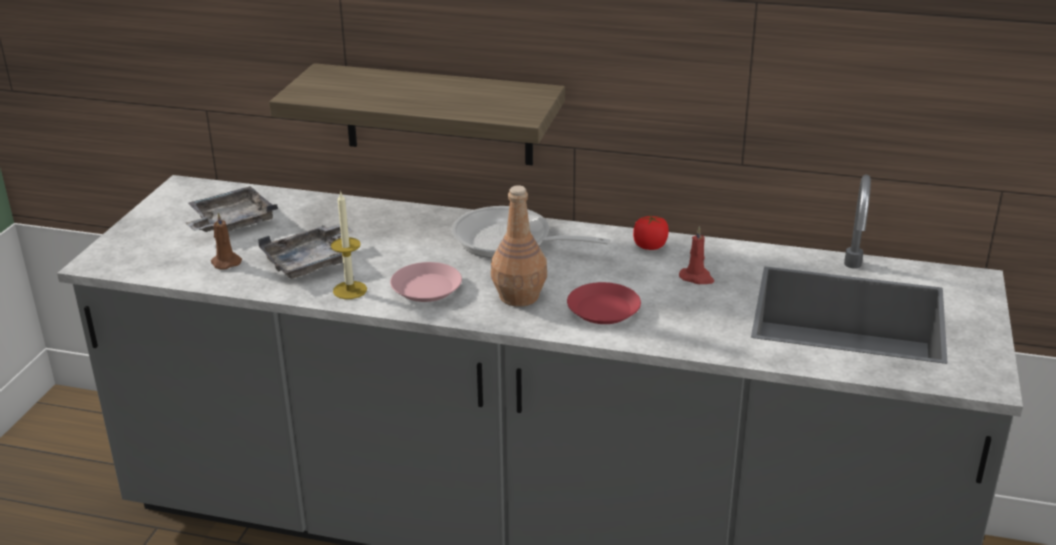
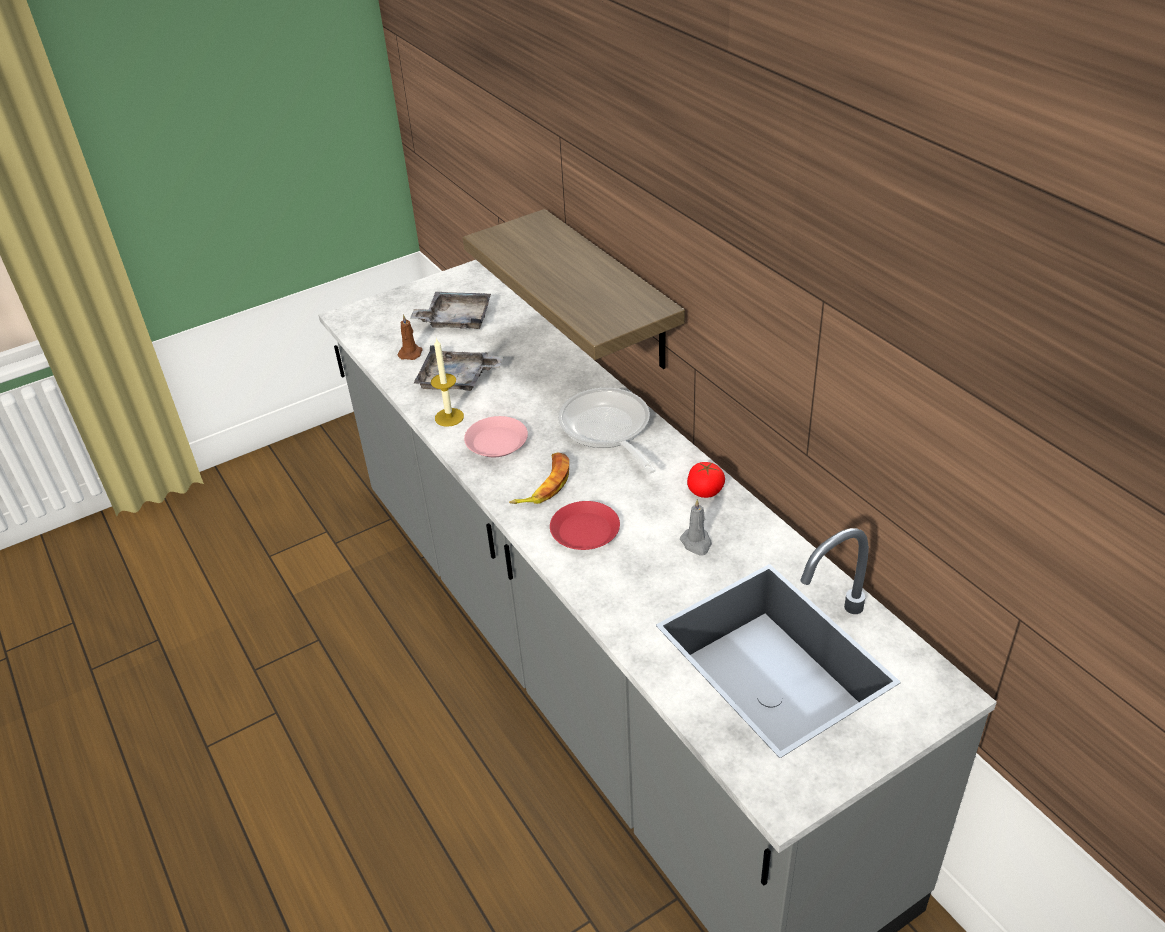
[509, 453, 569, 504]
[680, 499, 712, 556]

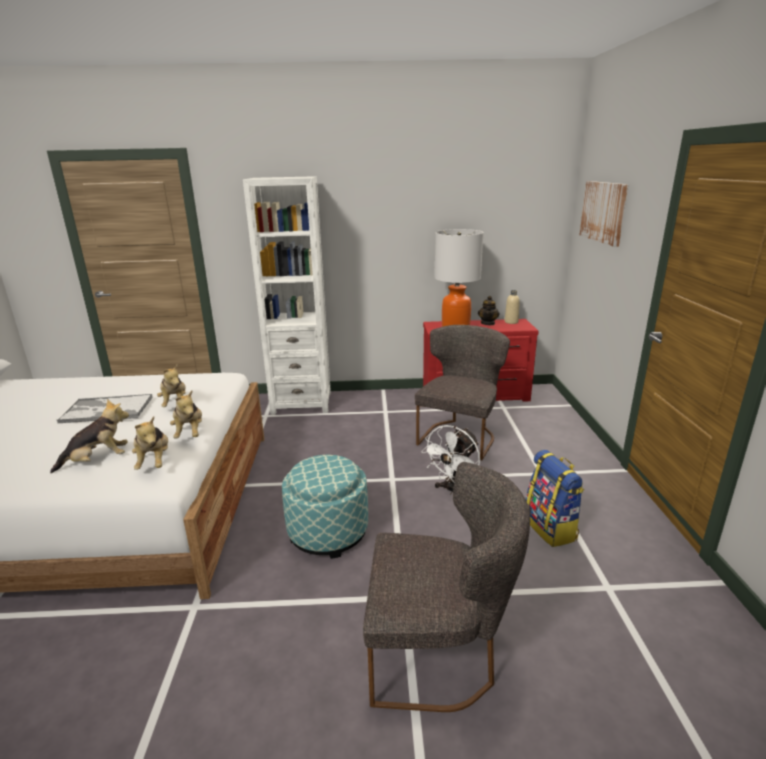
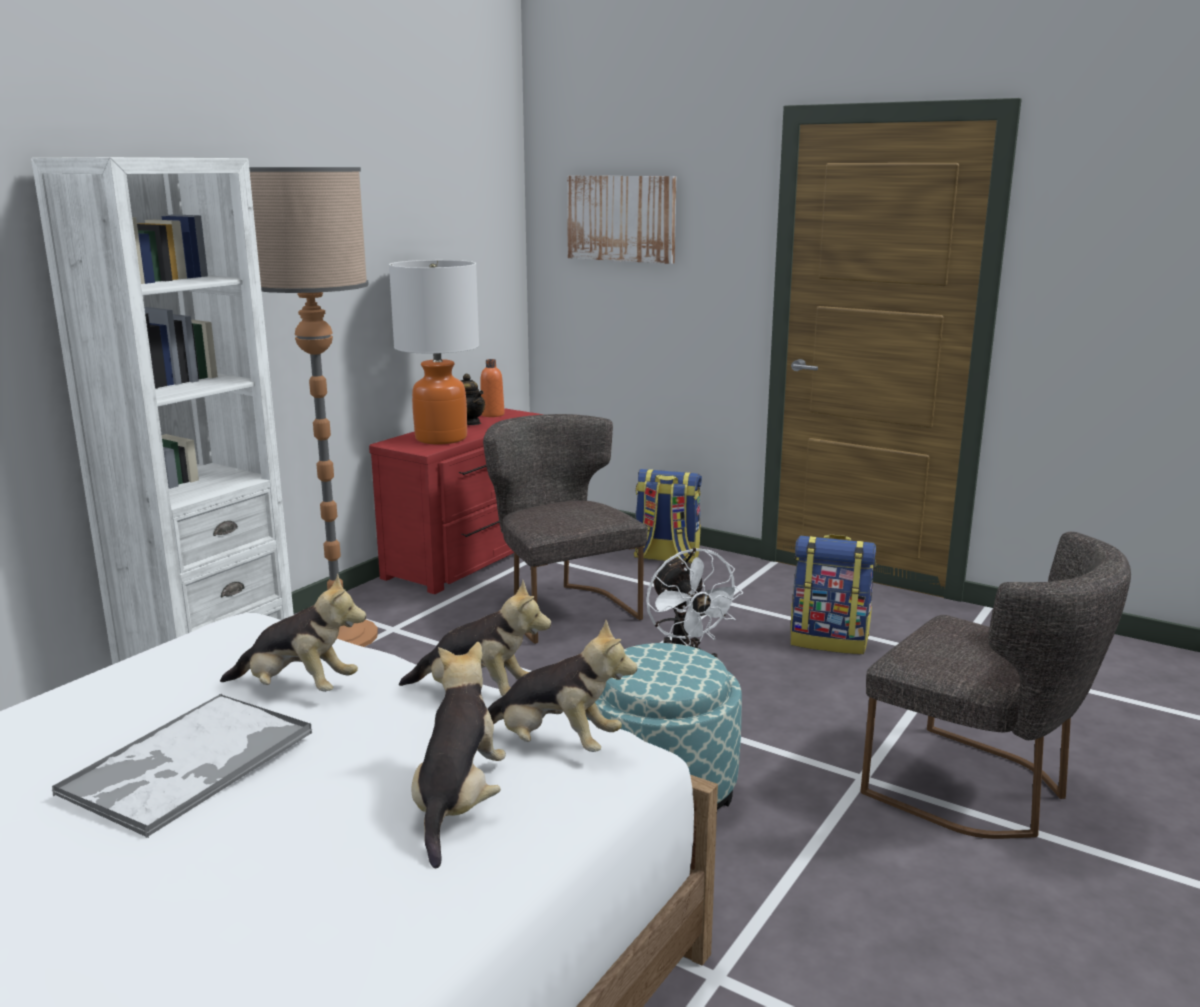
[249, 167, 378, 647]
[481, 359, 505, 417]
[634, 469, 702, 564]
[860, 532, 1131, 839]

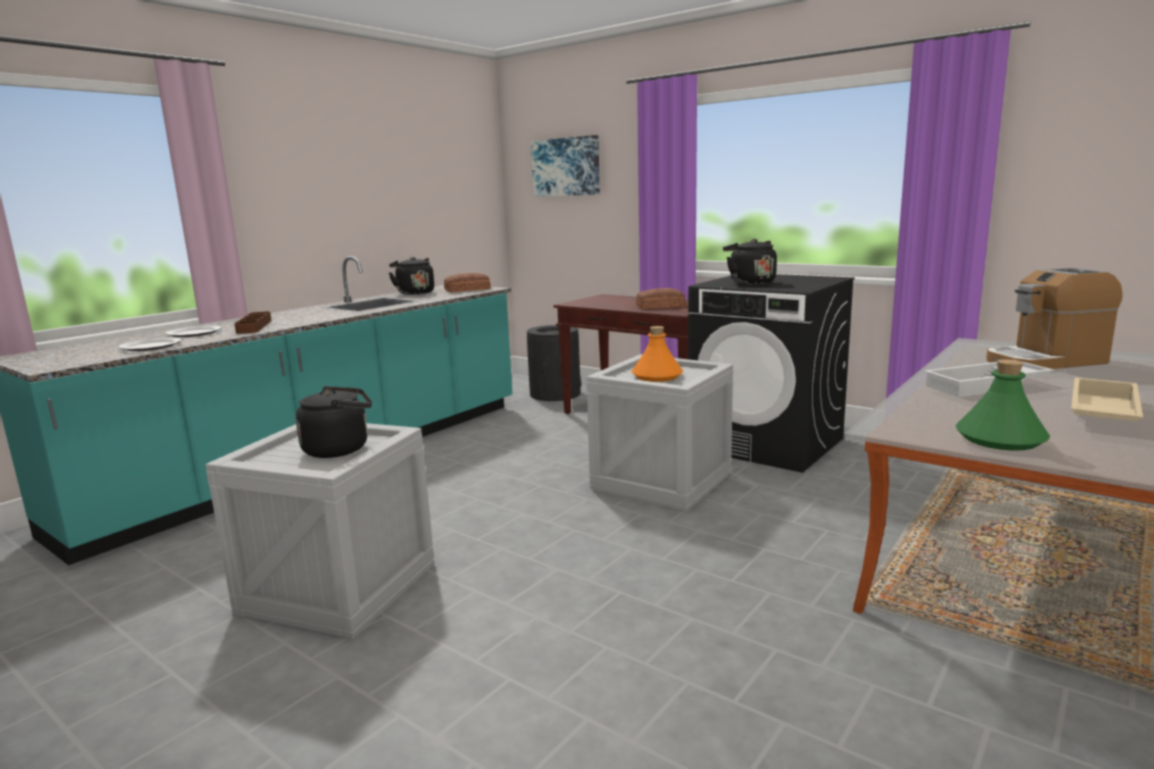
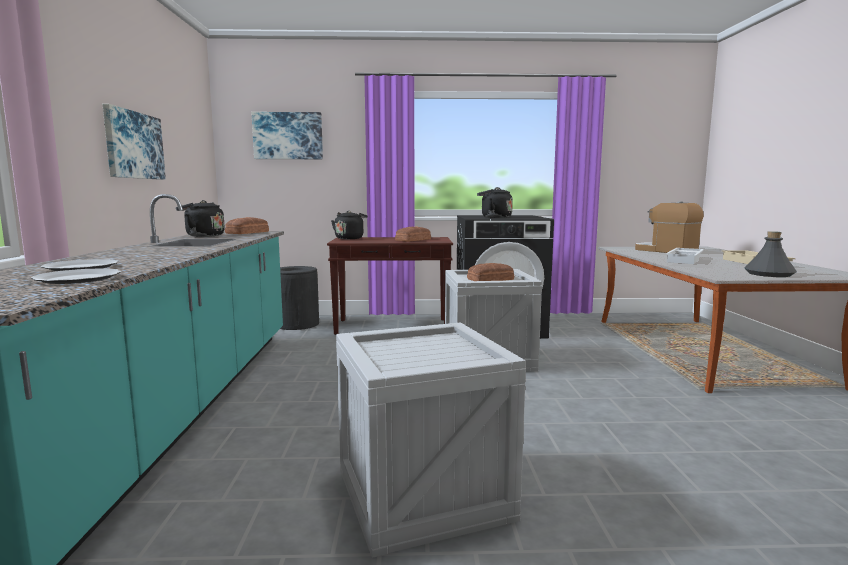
[103, 104, 166, 180]
[331, 211, 368, 239]
[467, 263, 514, 281]
[635, 202, 704, 253]
[745, 231, 797, 277]
[234, 311, 271, 334] (first image)

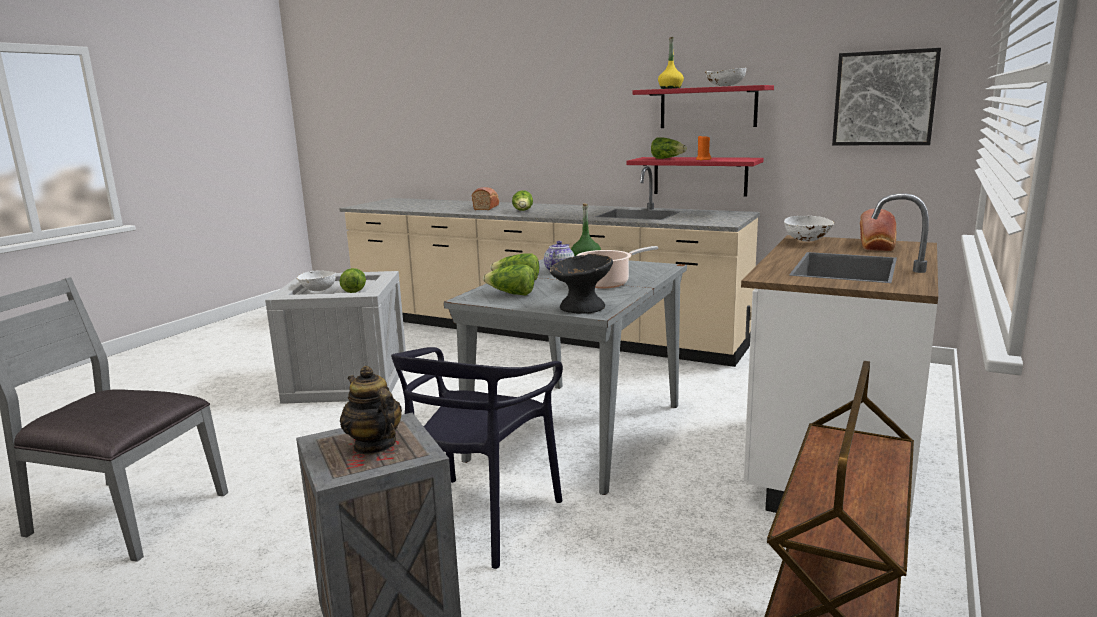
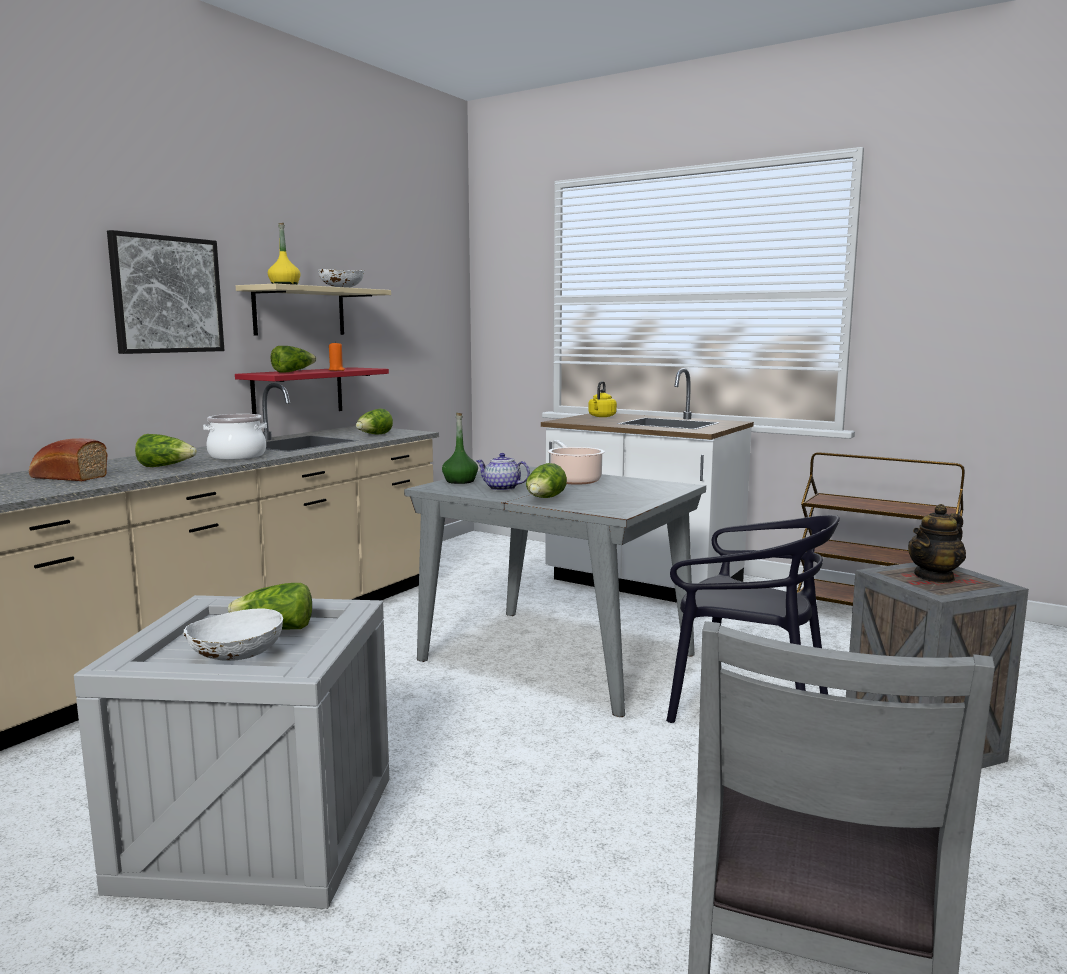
[107, 230, 224, 354]
[203, 414, 267, 460]
[236, 284, 391, 335]
[356, 409, 393, 435]
[588, 381, 617, 417]
[550, 254, 613, 314] (first image)
[784, 216, 834, 242] (first image)

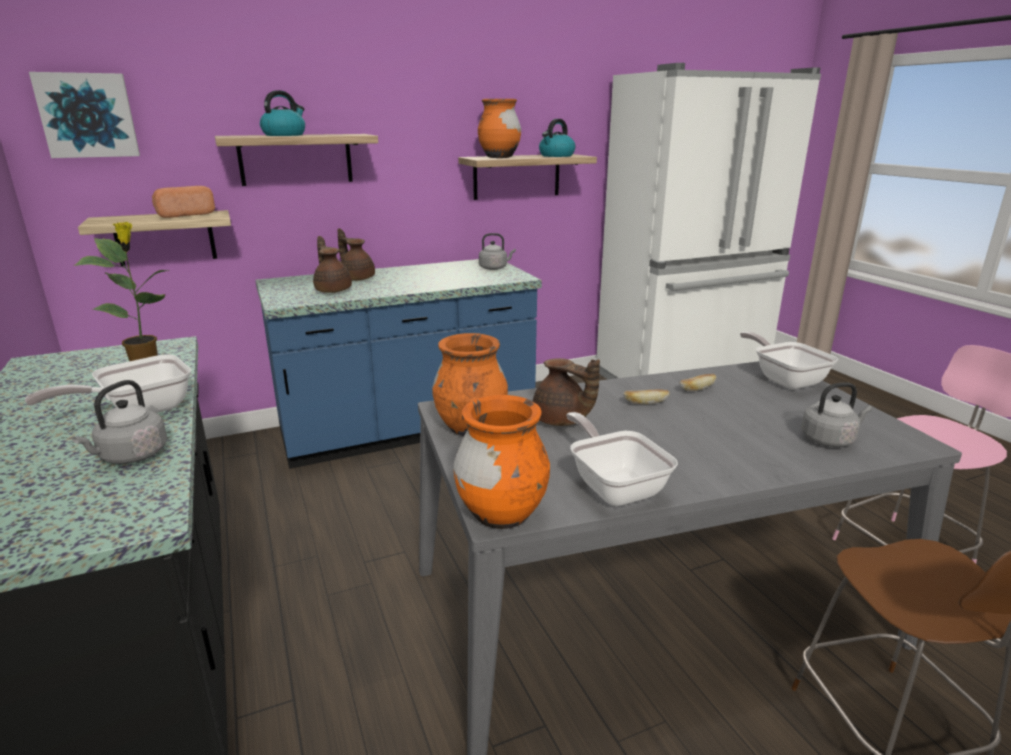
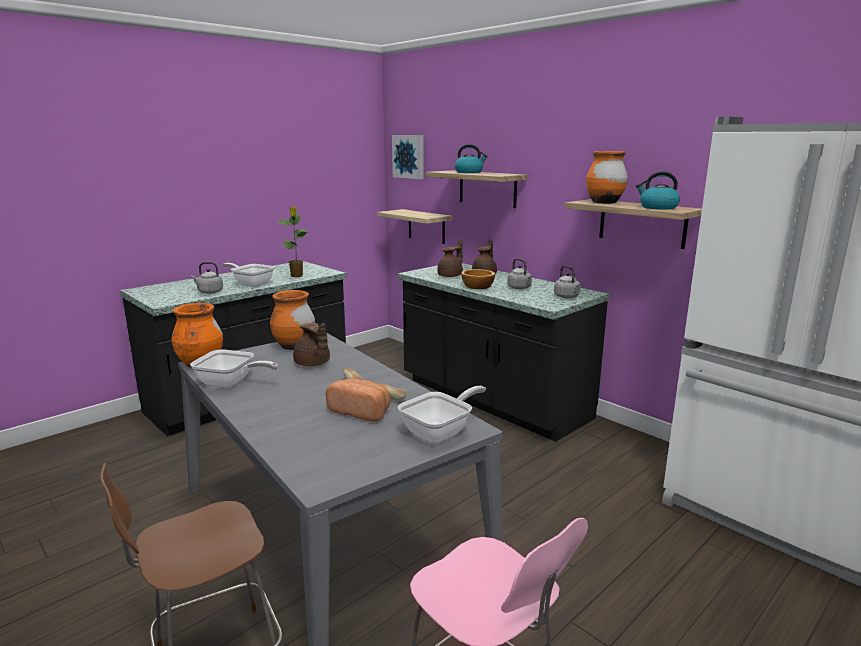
[190, 349, 279, 388]
[293, 323, 330, 366]
[326, 378, 390, 422]
[398, 263, 609, 442]
[461, 269, 495, 289]
[507, 258, 533, 289]

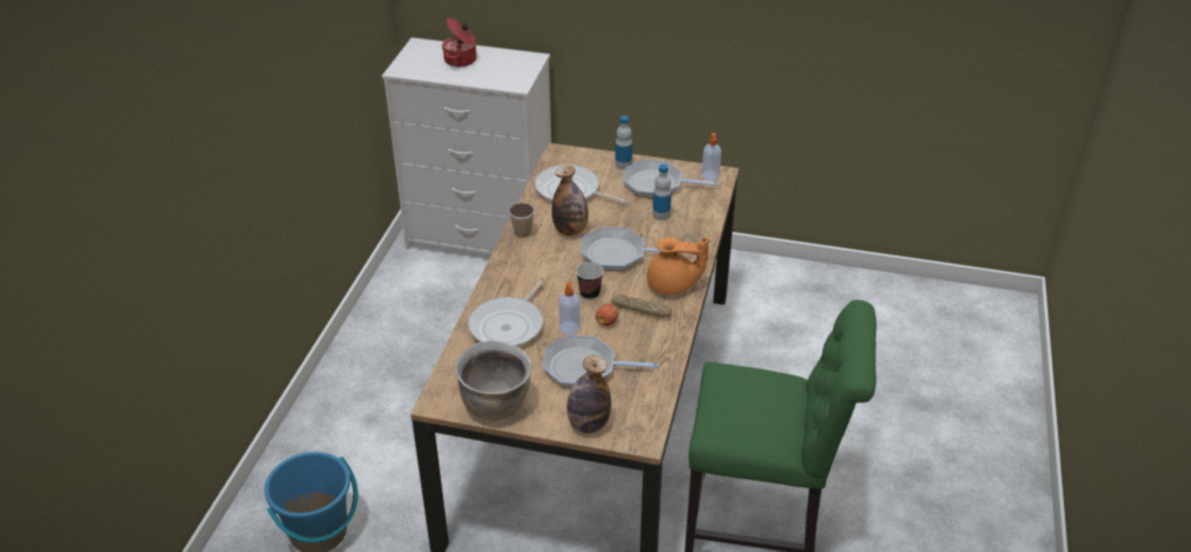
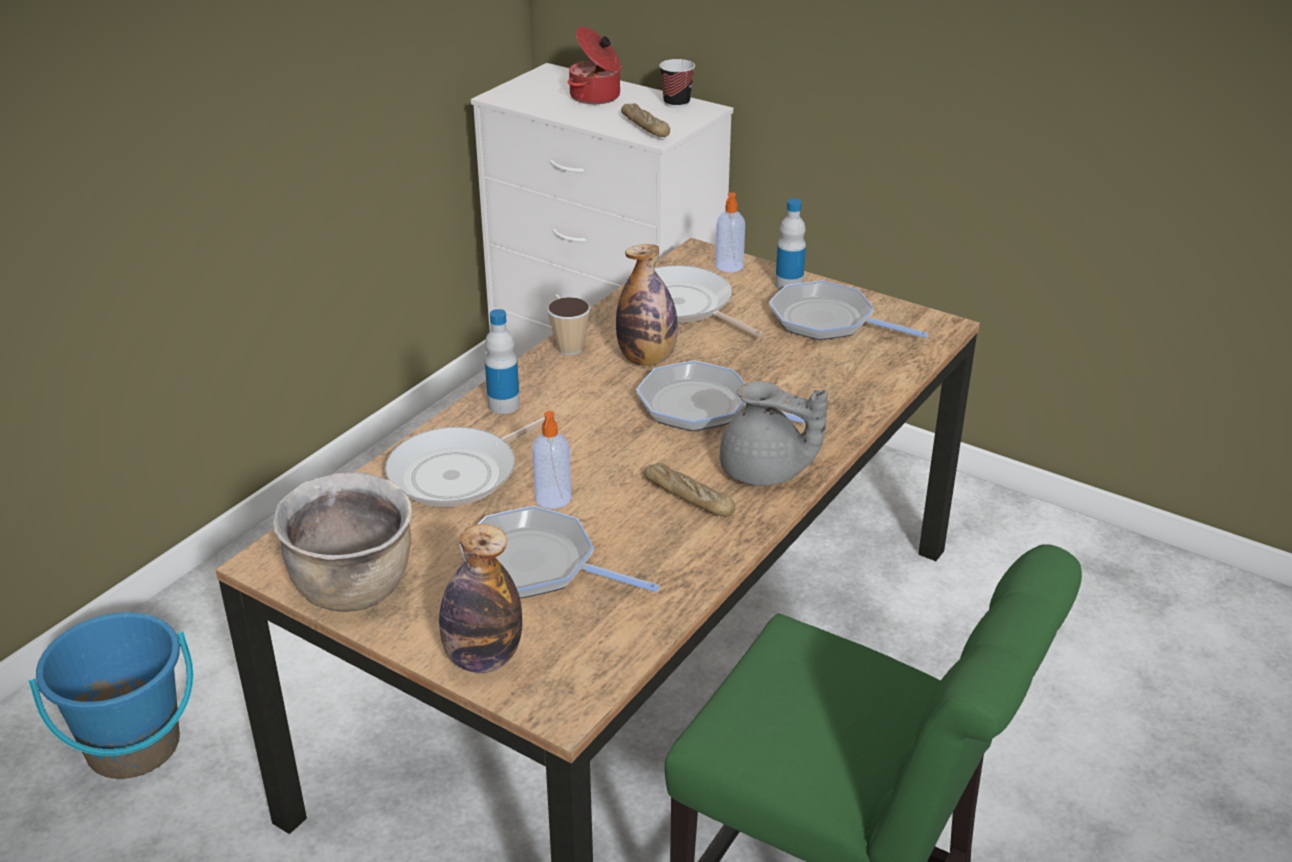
[485, 309, 520, 414]
[621, 103, 670, 137]
[659, 59, 695, 108]
[715, 192, 745, 272]
[720, 381, 828, 486]
[595, 304, 618, 326] (first image)

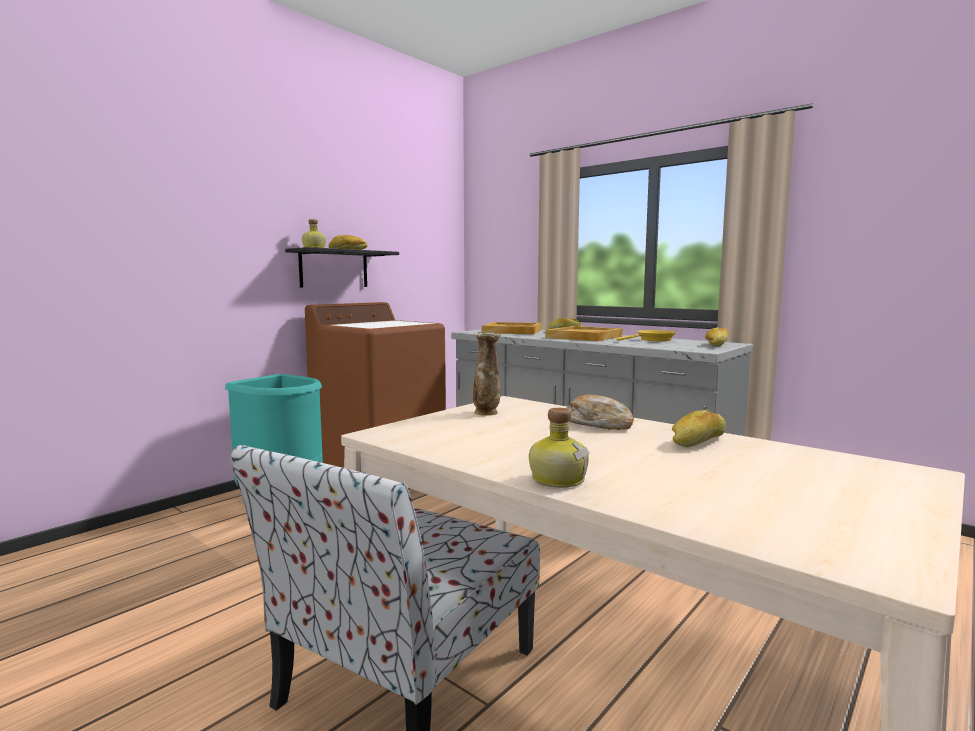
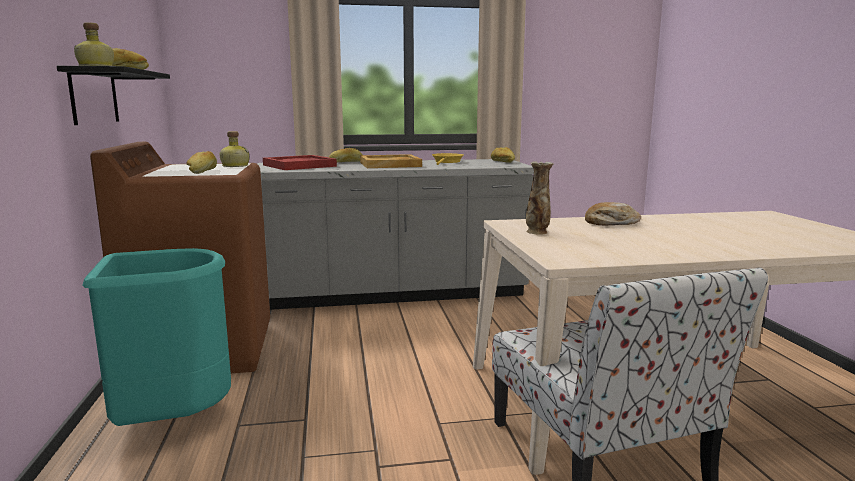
[186, 151, 217, 174]
[220, 131, 250, 167]
[263, 155, 337, 170]

